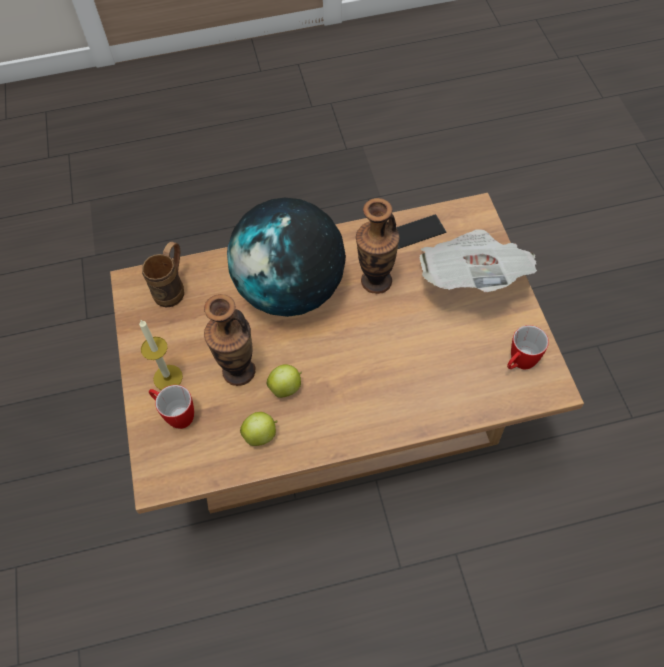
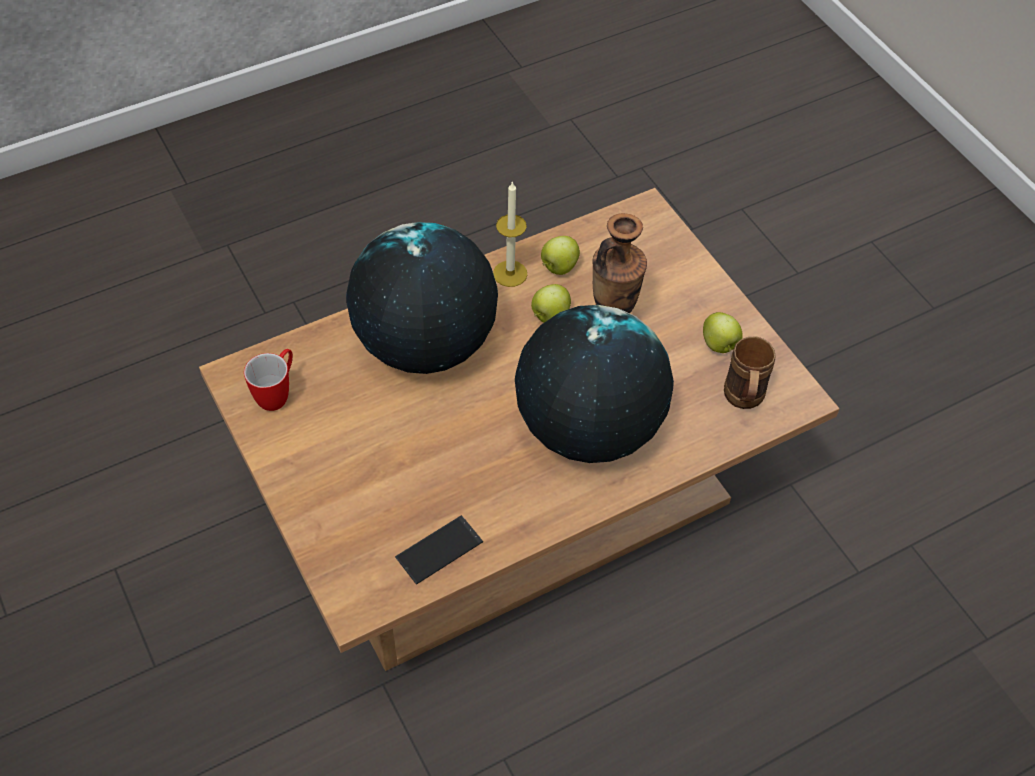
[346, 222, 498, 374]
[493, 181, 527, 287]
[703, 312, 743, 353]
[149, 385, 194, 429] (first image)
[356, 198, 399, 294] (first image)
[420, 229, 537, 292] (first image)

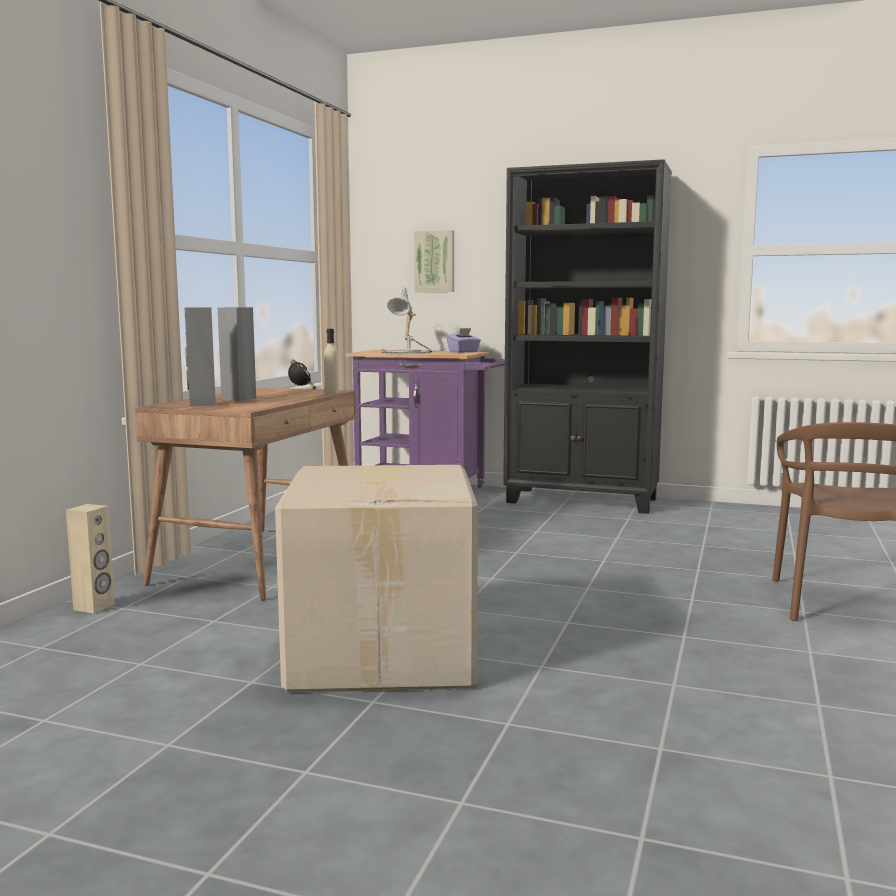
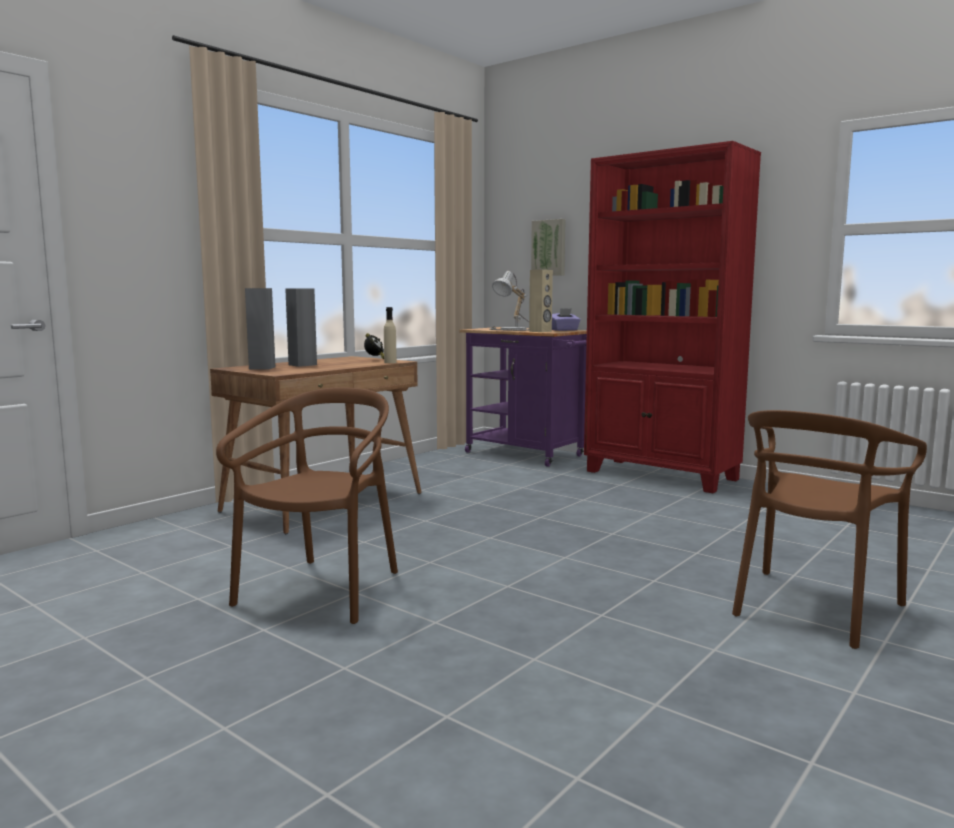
[216, 387, 398, 624]
[529, 270, 553, 332]
[584, 141, 761, 493]

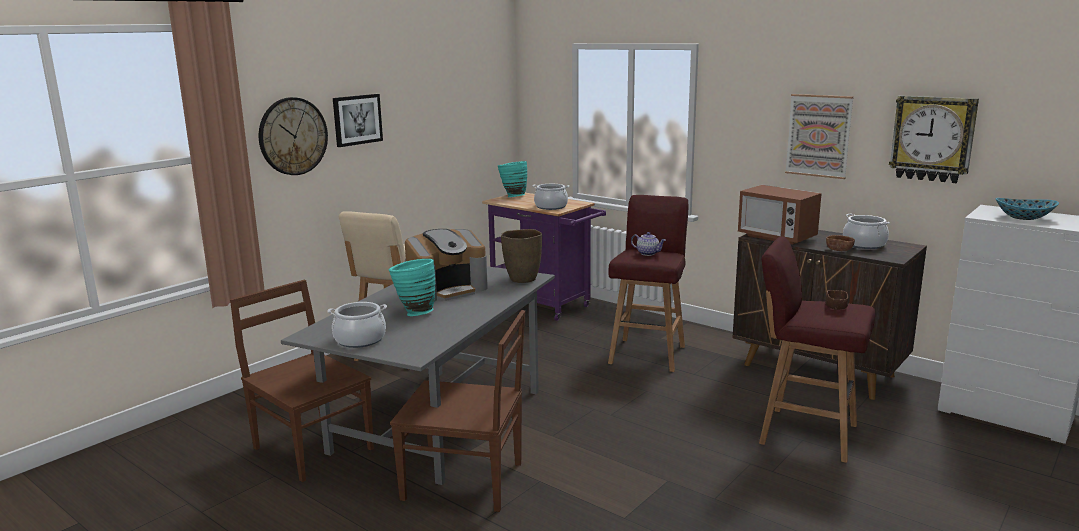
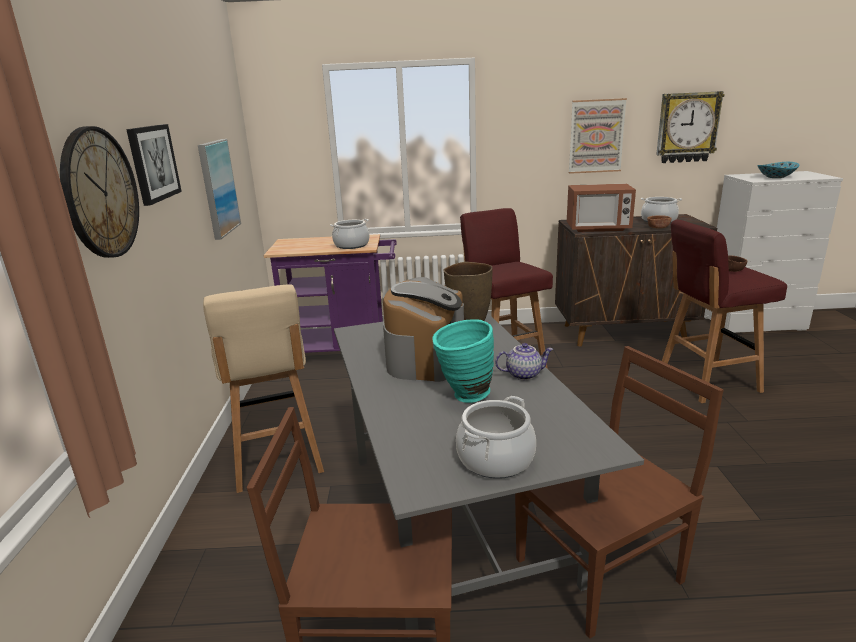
[198, 139, 241, 240]
[495, 343, 553, 380]
[498, 161, 527, 197] (first image)

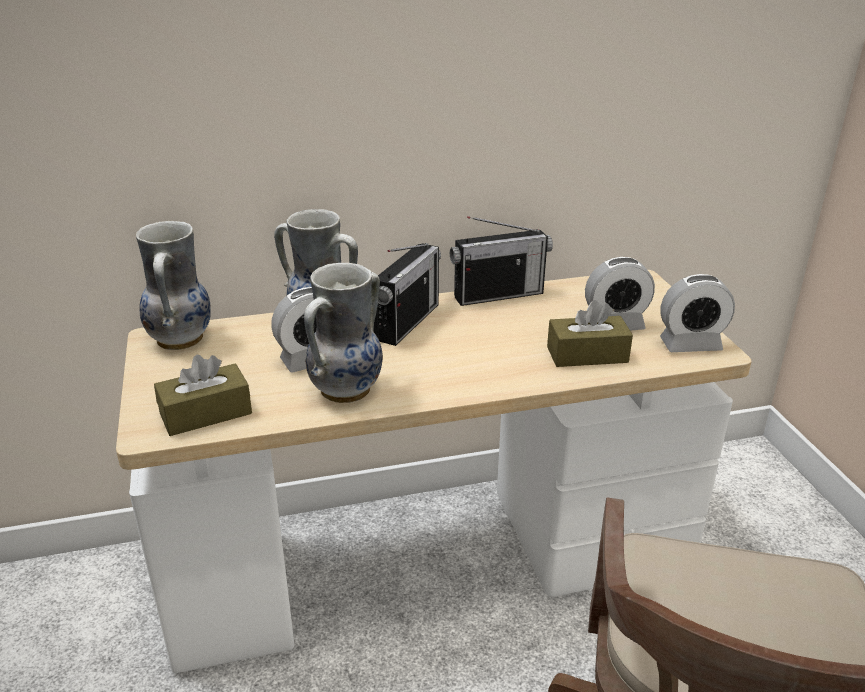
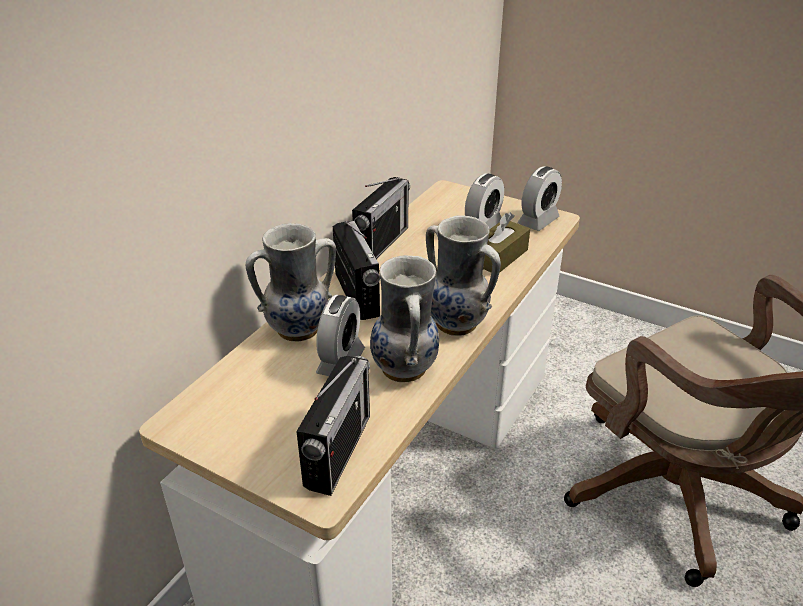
[296, 356, 370, 496]
[426, 215, 501, 336]

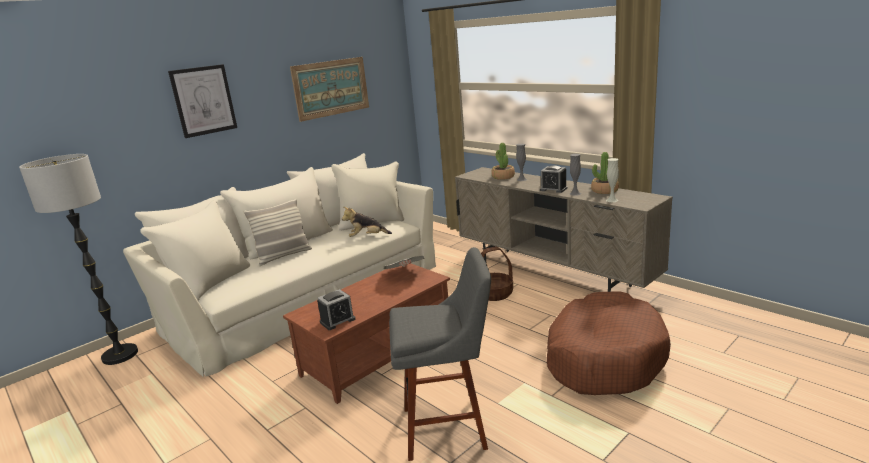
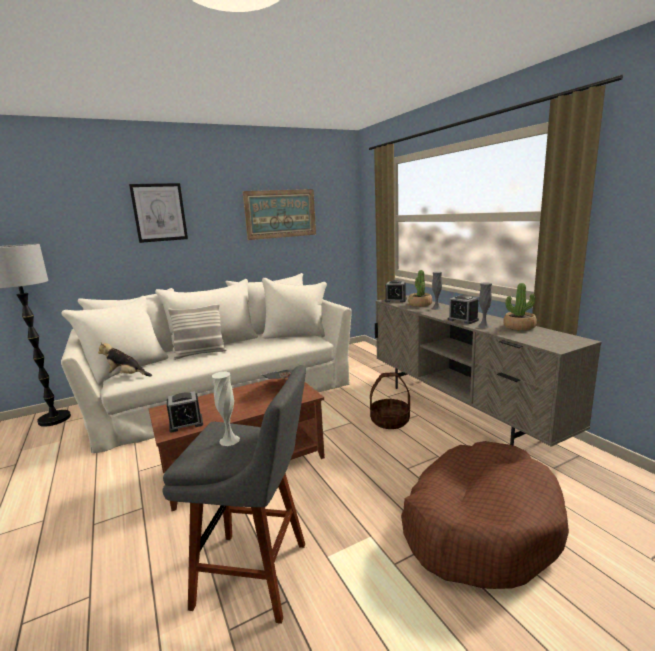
[98, 343, 152, 377]
[212, 372, 240, 446]
[385, 280, 407, 302]

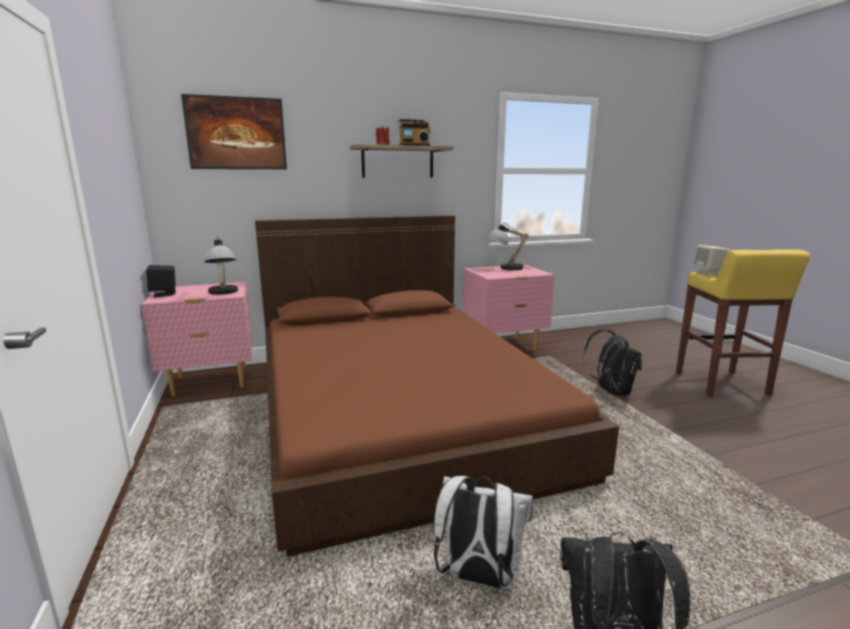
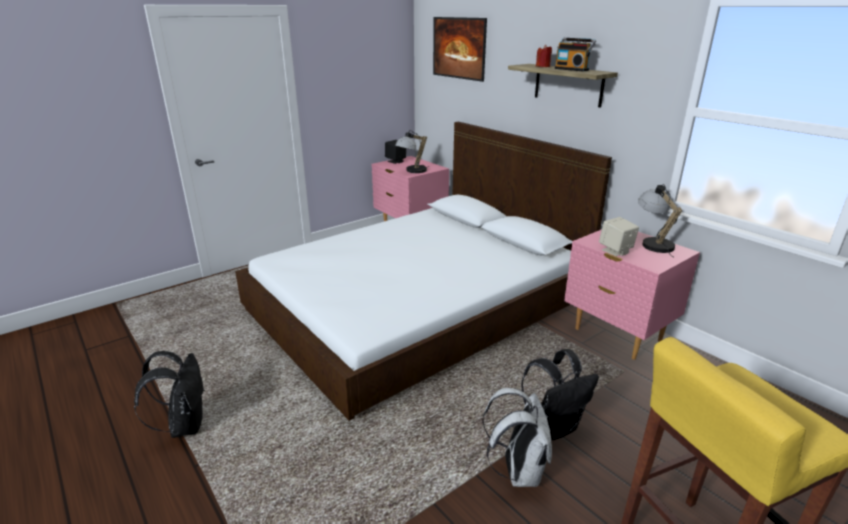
[235, 122, 612, 421]
[482, 388, 552, 487]
[599, 217, 639, 256]

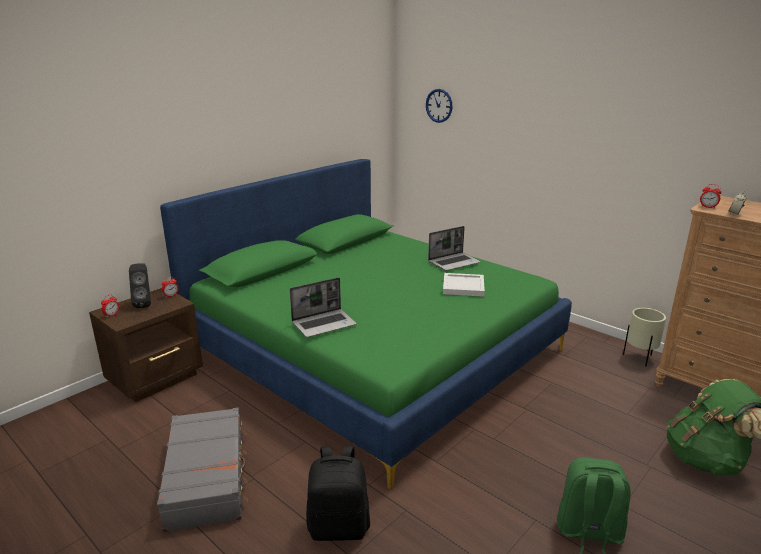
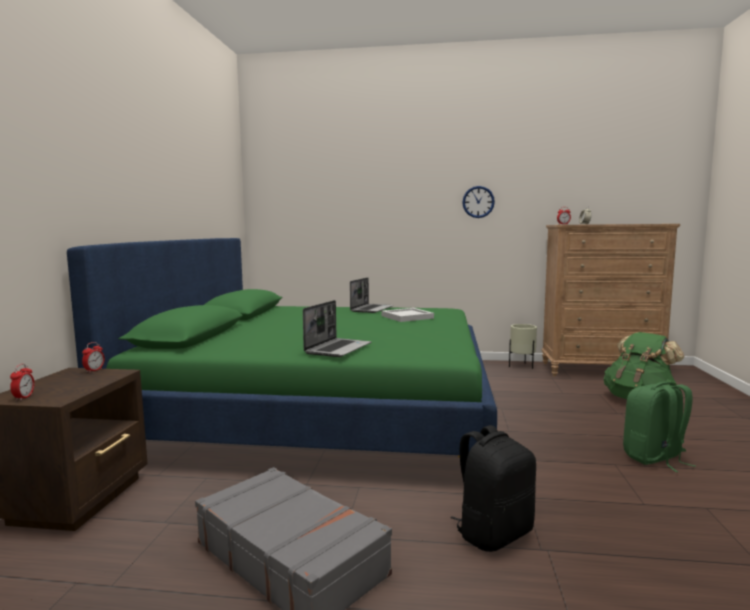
[462, 186, 495, 218]
[129, 263, 151, 308] (first image)

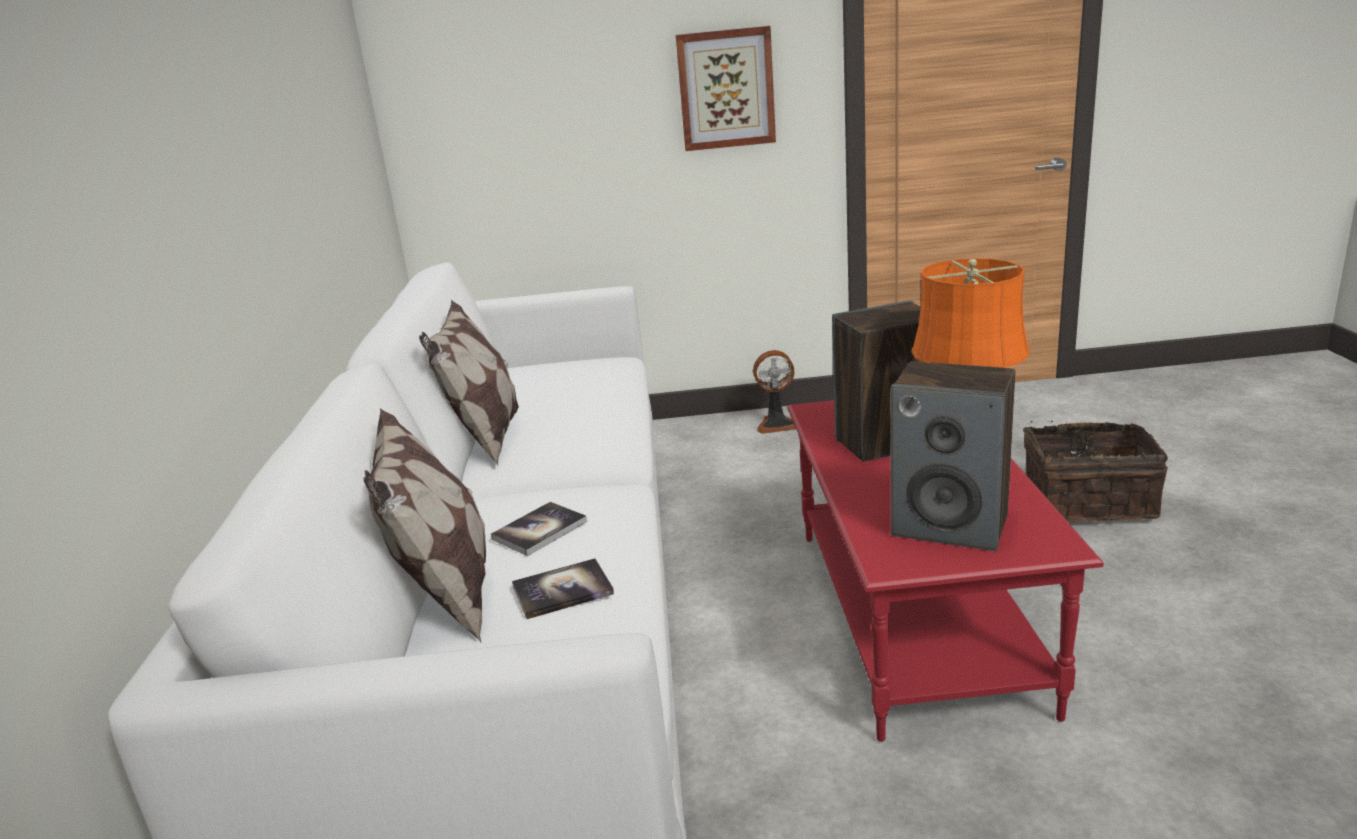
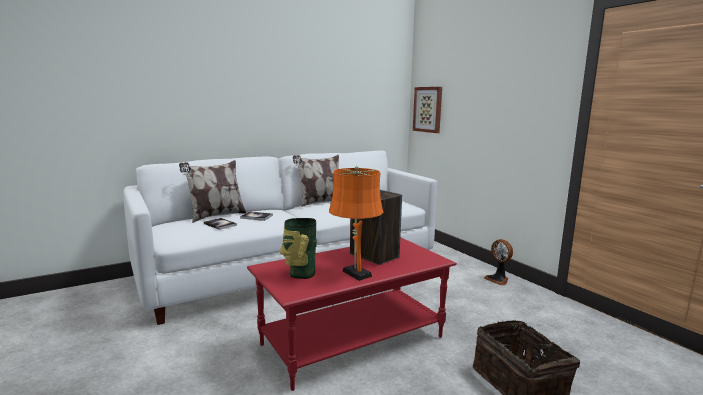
[280, 218, 317, 279]
[413, 87, 442, 133]

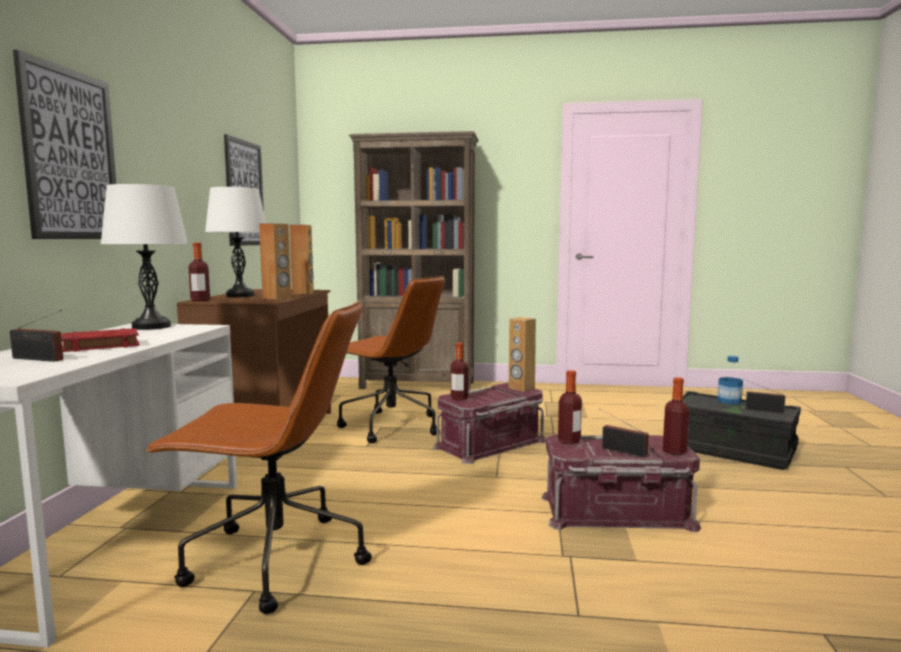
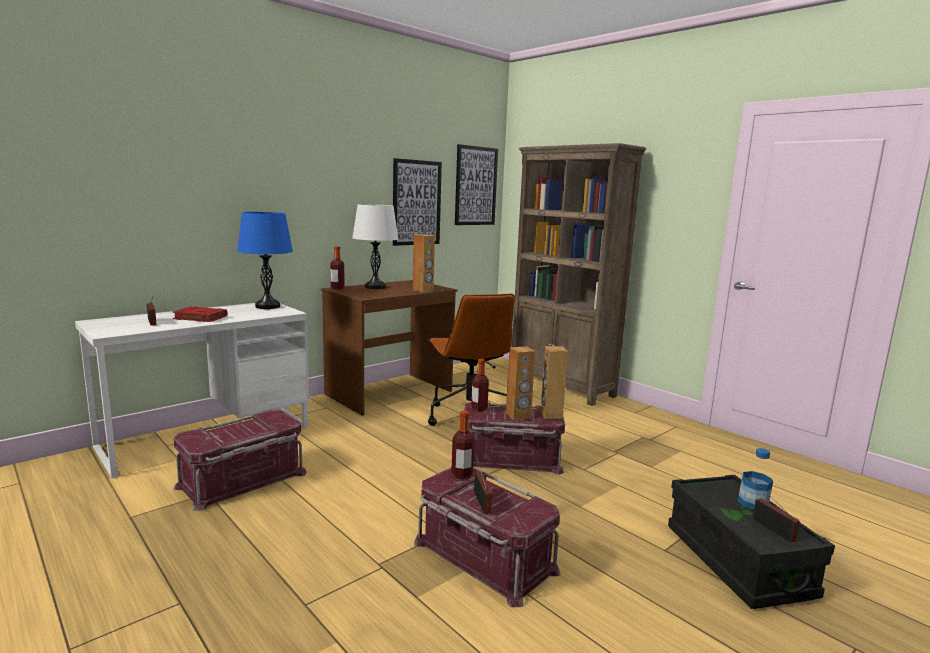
[173, 410, 307, 511]
[238, 212, 293, 309]
[455, 144, 498, 225]
[506, 346, 536, 421]
[663, 377, 689, 455] (first image)

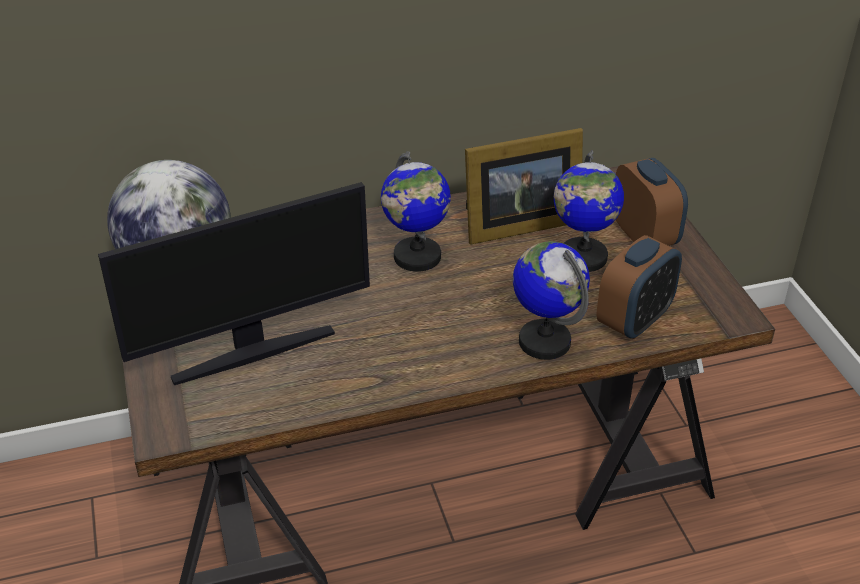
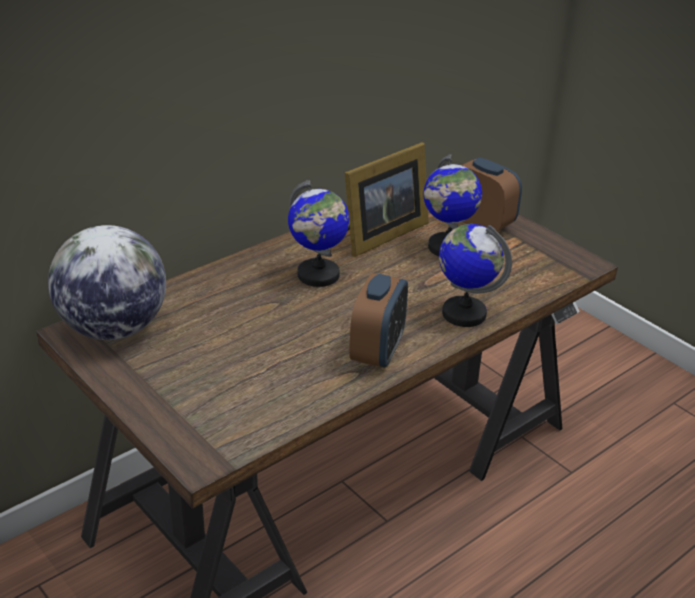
[349, 273, 408, 368]
[98, 182, 370, 385] (first image)

